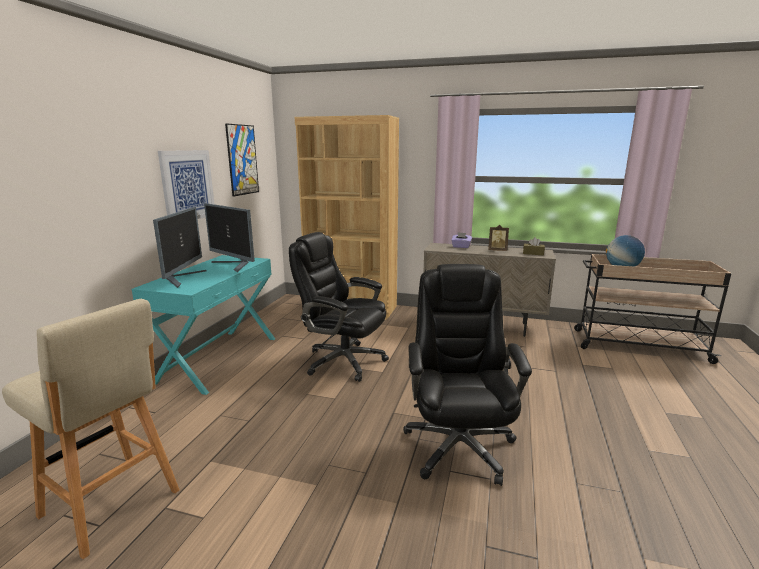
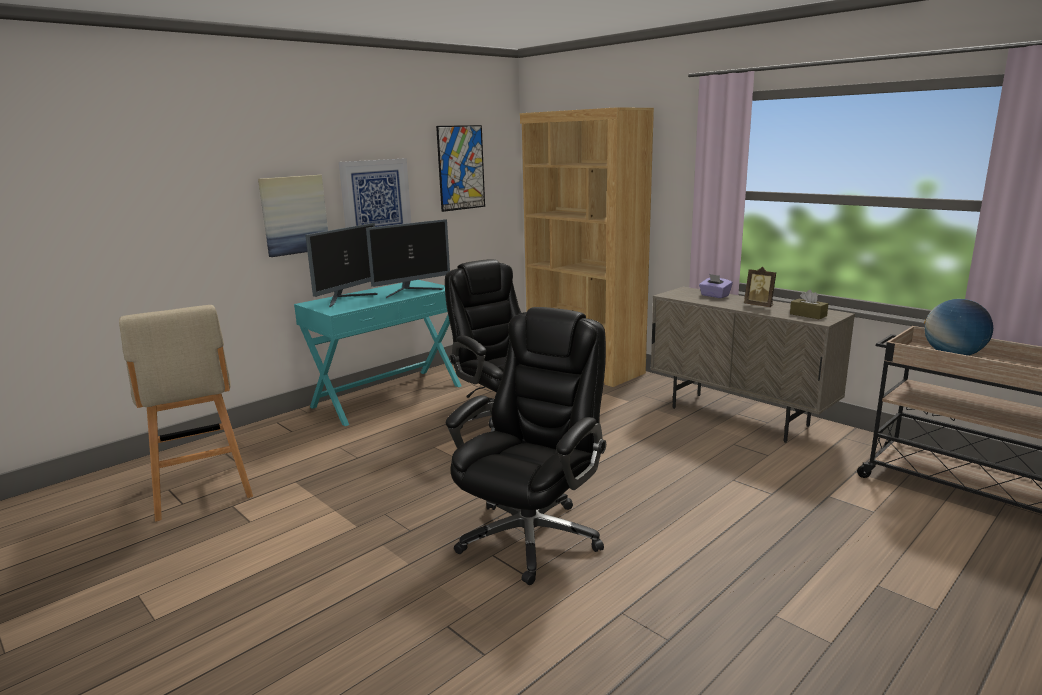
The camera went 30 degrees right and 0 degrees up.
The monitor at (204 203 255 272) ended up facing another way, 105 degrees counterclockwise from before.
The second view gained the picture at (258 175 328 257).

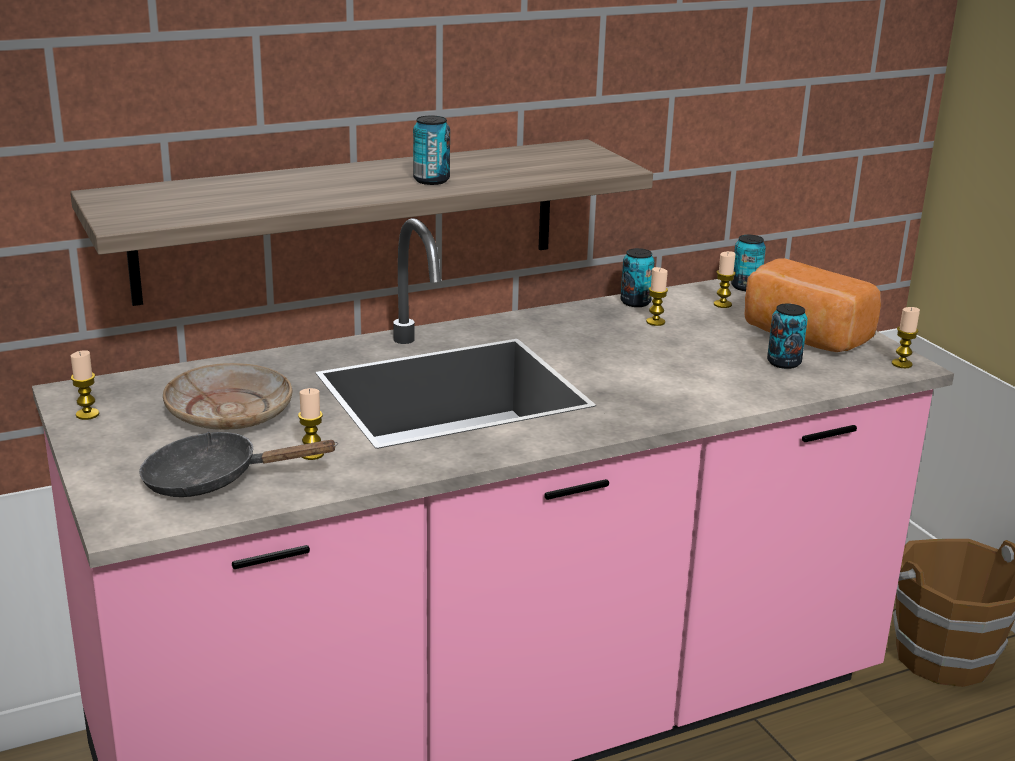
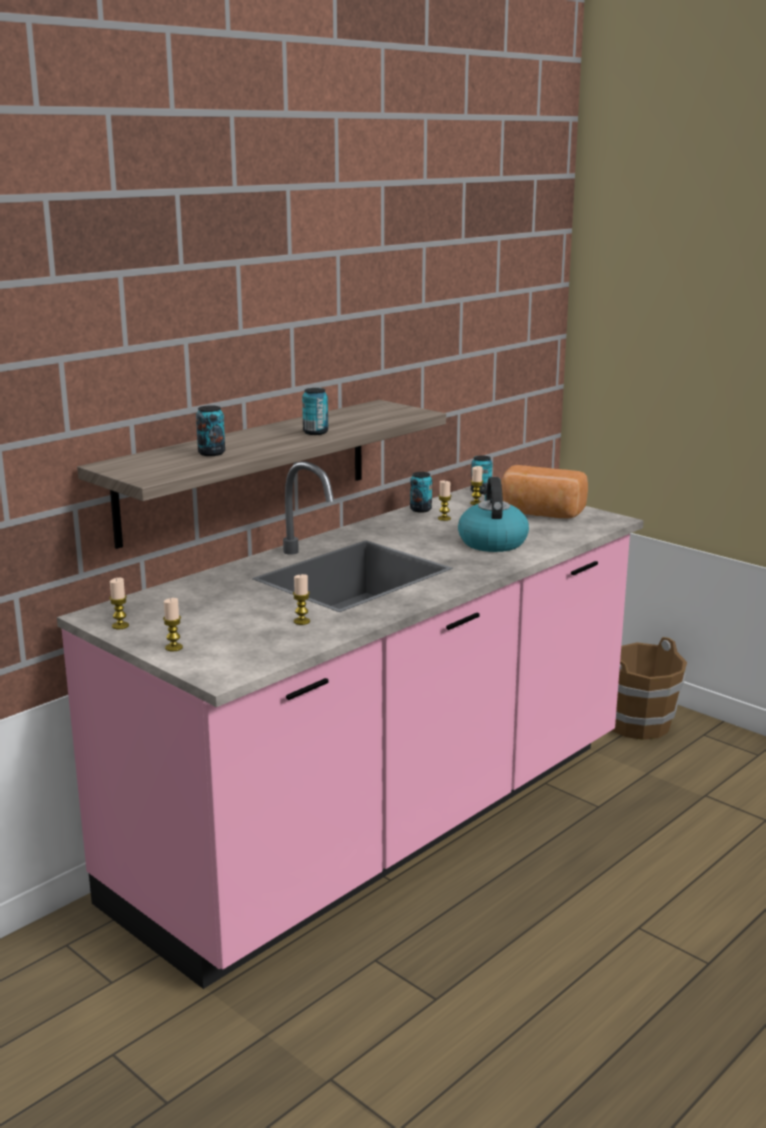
The camera went 20 degrees left and 5 degrees down.
The can ended up elsewhere, having gone from (767 304 808 369) to (196 406 225 456).
The candle ended up elsewhere, having gone from (892 307 920 368) to (163 598 183 652).
The second view lost the beige plate at (163 363 292 430).
The second view lost the black frying pan at (139 432 338 497).
The second view gained the kettle at (458 477 529 552).

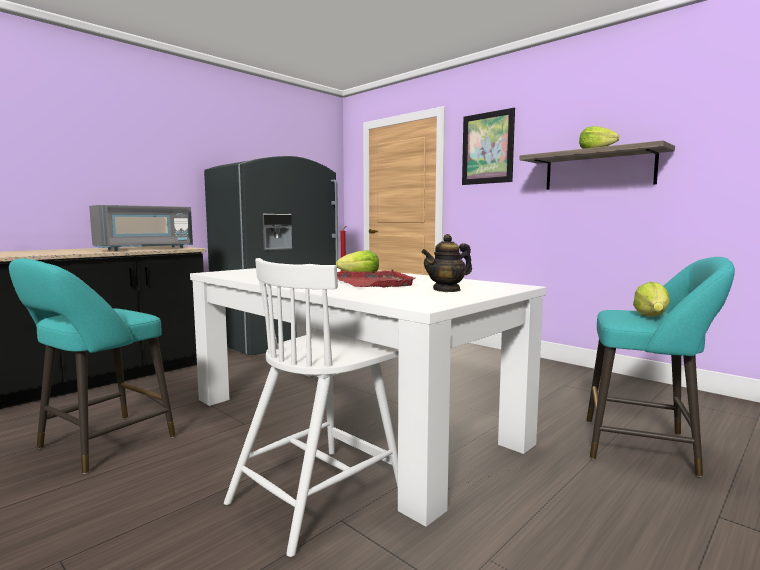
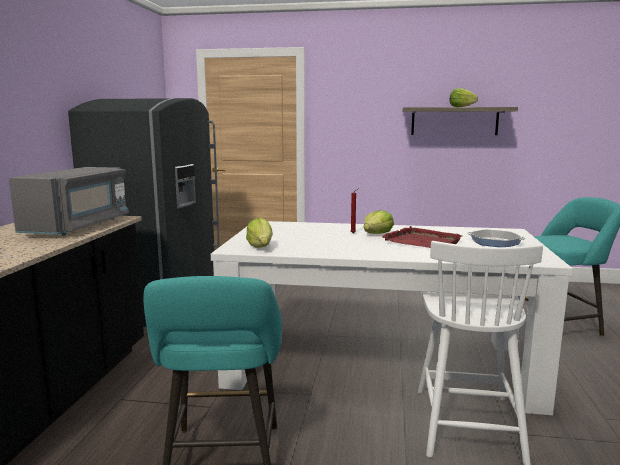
The camera went 35 degrees left and 5 degrees up.
The second view lost the picture at (462 108 515 185).
Where the teapot stood at (422 234 472 292), the frying pan came to stand at (467 230 526 247).
The lettuce ended up elsewhere, having gone from (633 282 670 316) to (246 218 273 248).

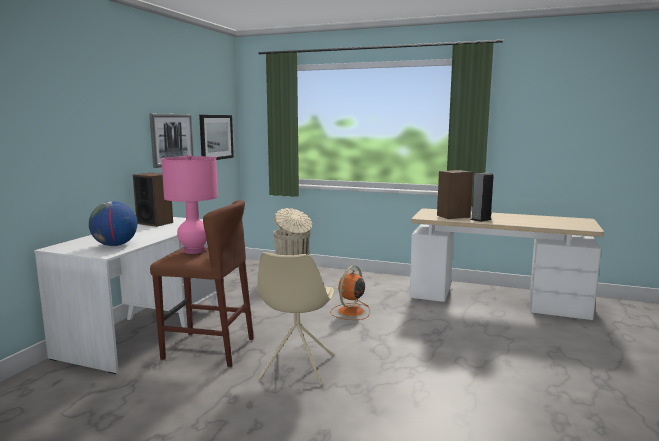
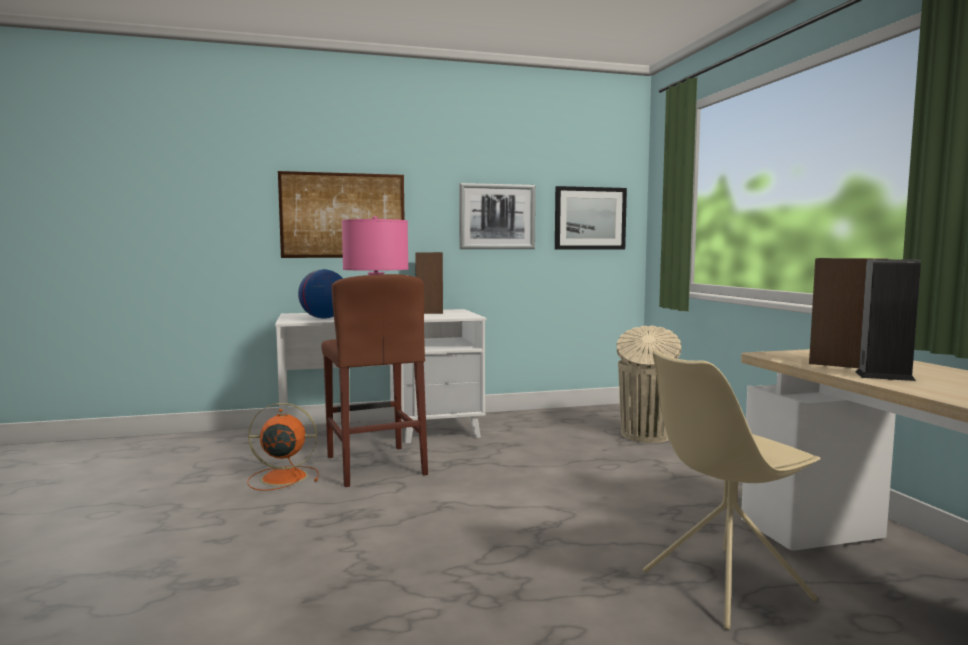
The camera went 55 degrees right and 5 degrees down.
The beige chair ended up elsewhere, having gone from (257 252 334 386) to (643 350 820 630).
The orange fan ended up elsewhere, having gone from (330 266 370 320) to (247 403 319 491).
The second view gained the picture at (278 171 405 258).

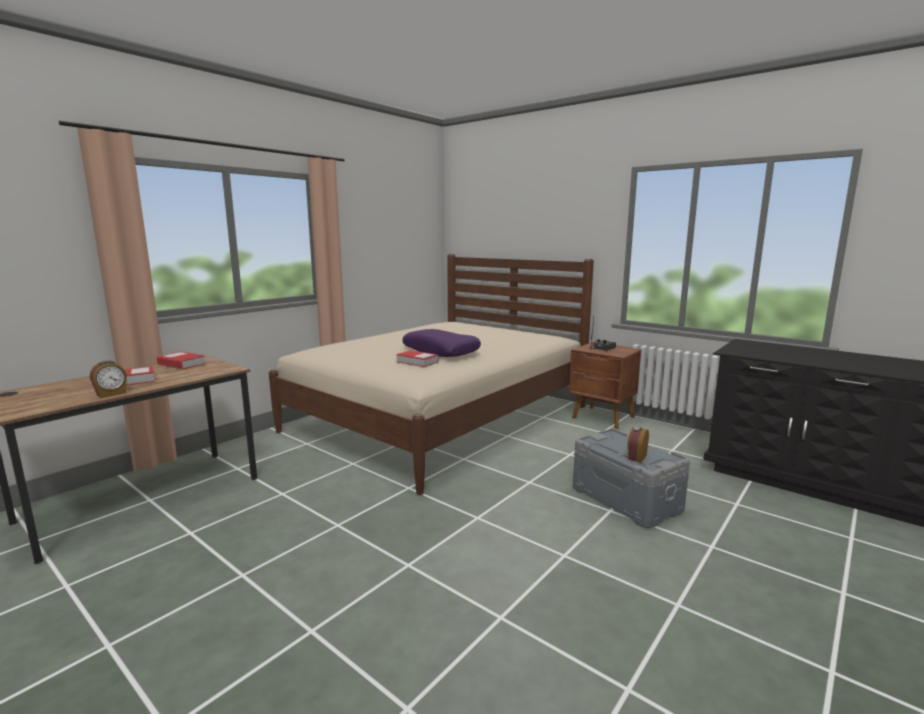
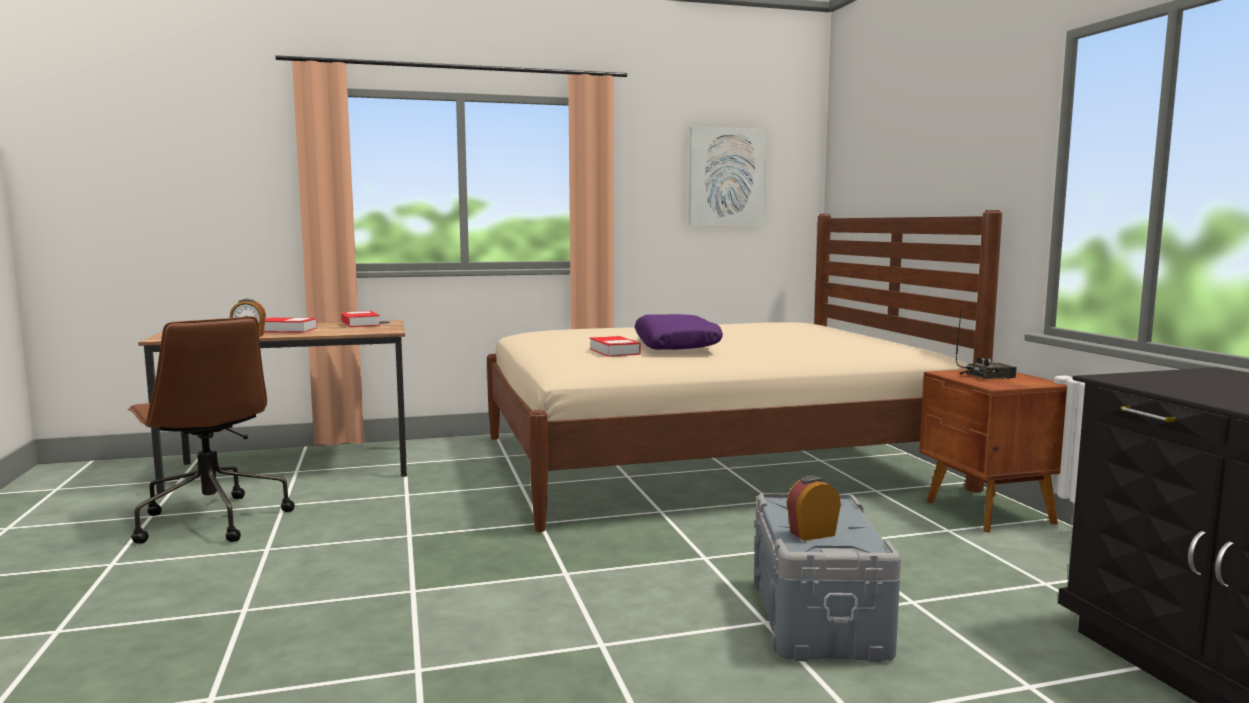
The camera went 35 degrees right and 5 degrees down.
The second view gained the picture at (689 127 766 225).
The second view gained the brown office chair at (128 316 295 544).

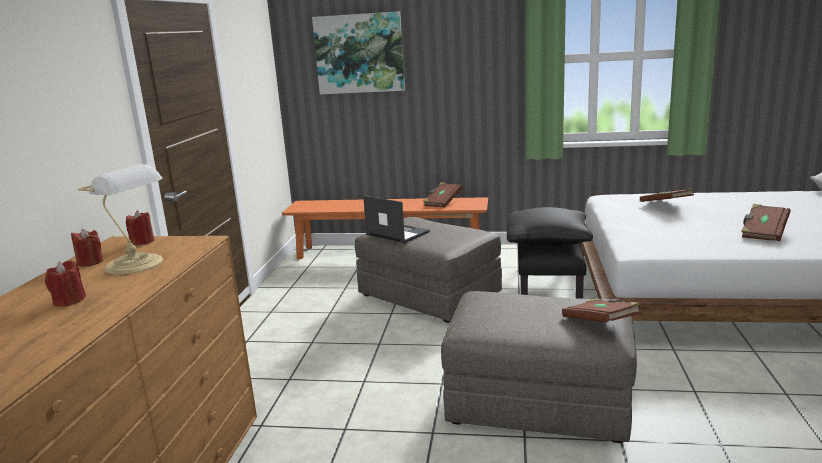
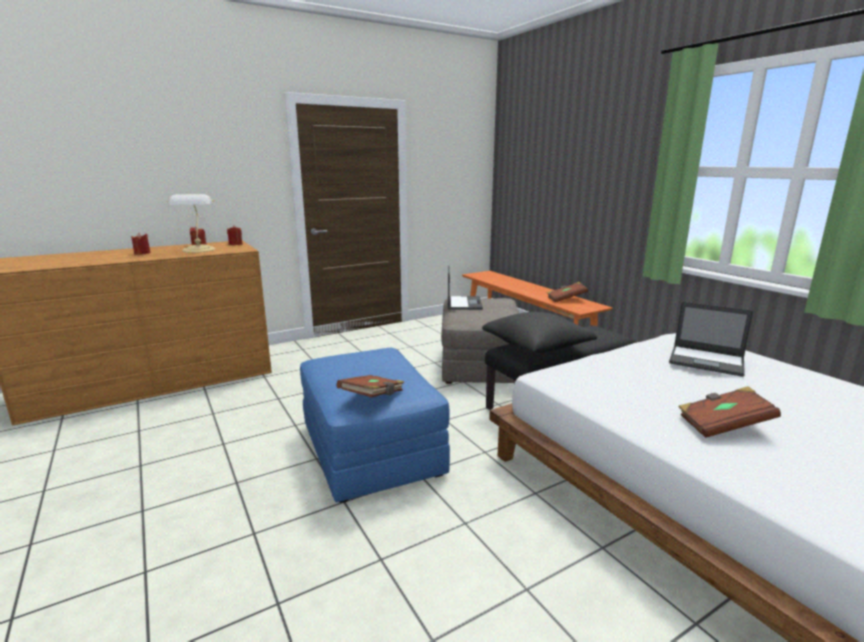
The camera went 50 degrees right and 0 degrees up.
The second view lost the picture at (312 11 405 94).
Where the brown book stood at (640 188 694 202), the laptop came to stand at (669 301 754 377).
What was the grey ottoman at (441 291 637 443) turned into the blue ottoman at (300 348 450 503).

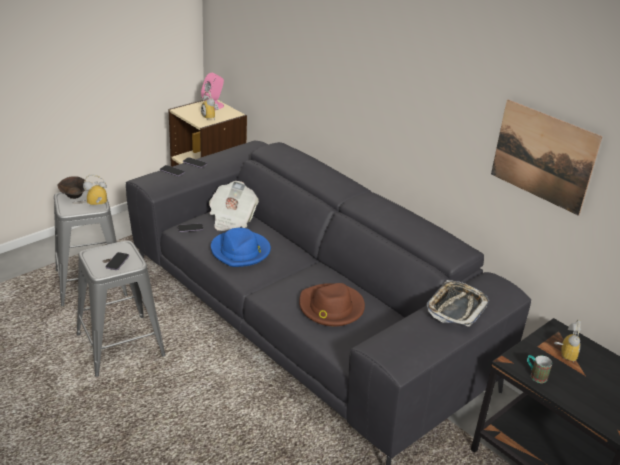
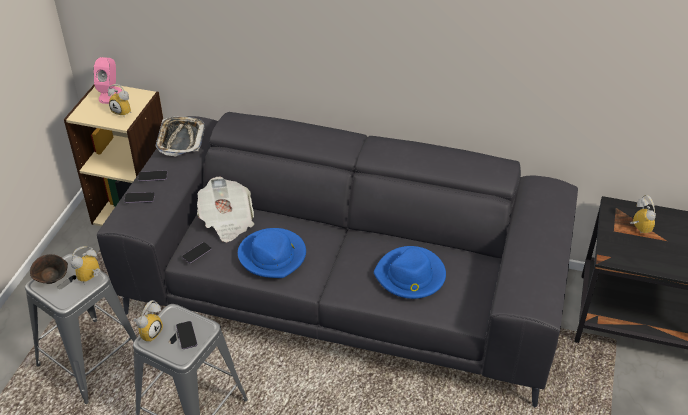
The camera went 30 degrees left and 10 degrees up.
The second view lost the picture at (491 100 602 216).
The tray ended up elsewhere, having gone from (427 280 489 327) to (156 116 205 157).
What was the brown hat at (299 283 365 326) turned into the blue hat at (374 246 446 299).
The second view lost the mug at (527 355 552 383).
The second view gained the alarm clock at (133 300 163 342).

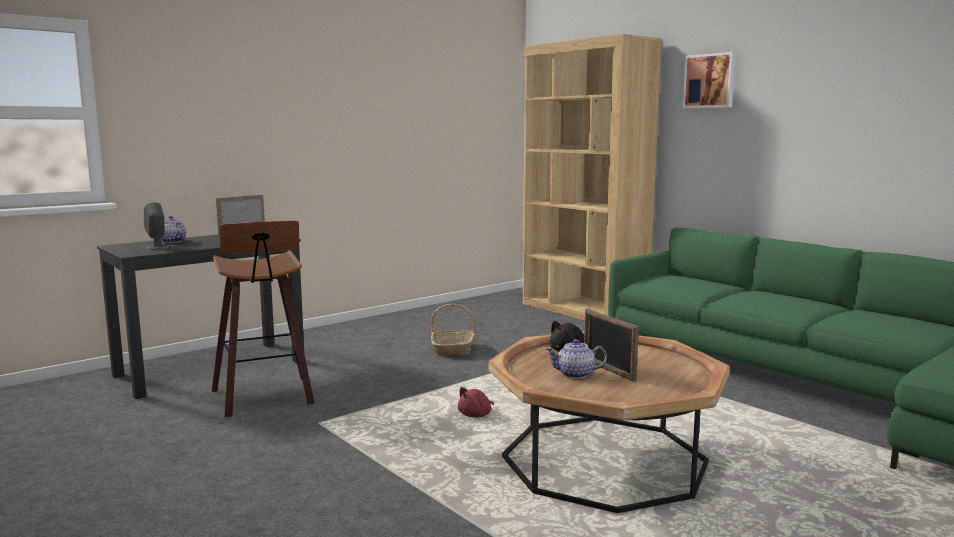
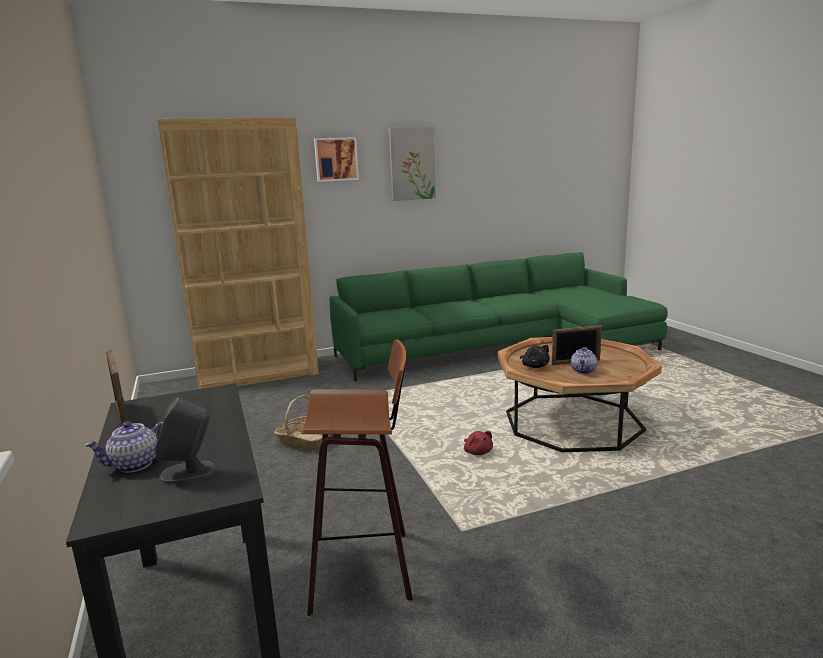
The camera went 70 degrees left and 5 degrees up.
The second view gained the picture at (389 127 436 201).

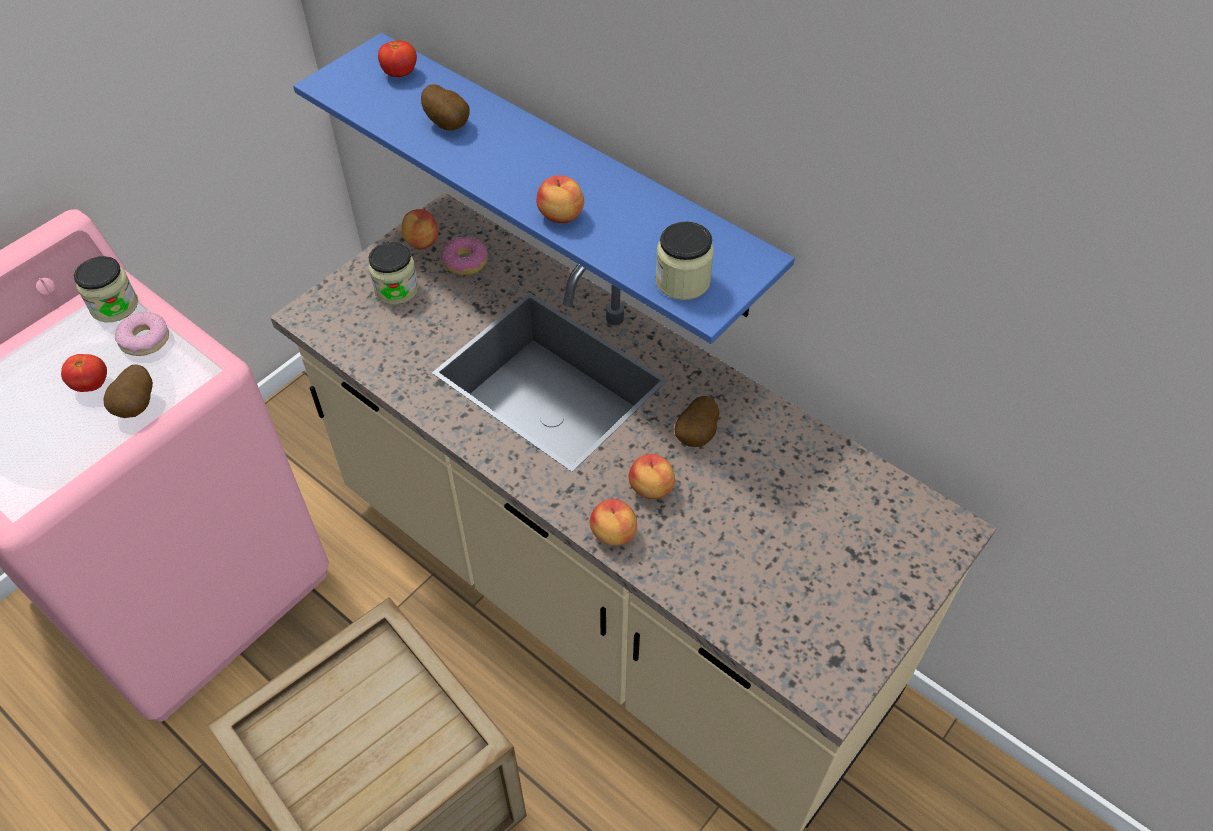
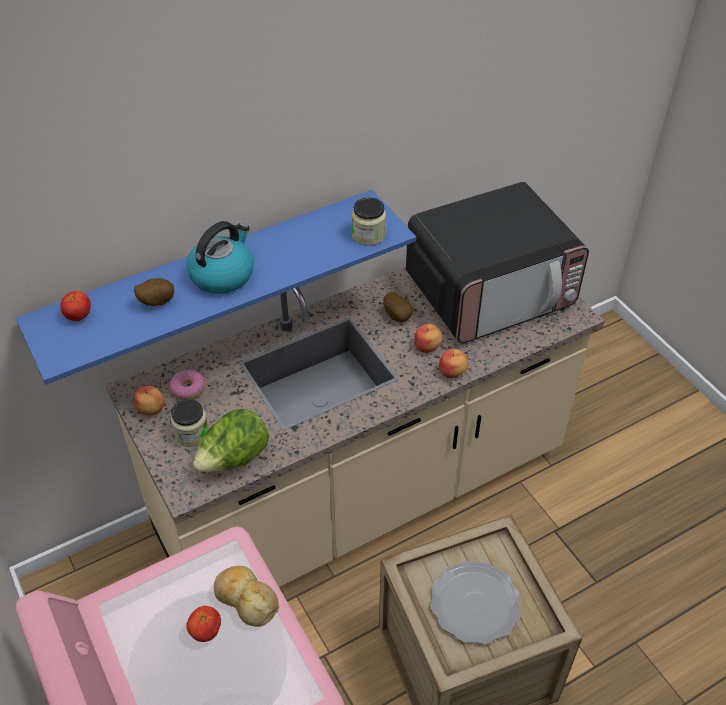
The camera went 70 degrees left and 5 degrees down.
The second view lost the apple at (536 175 584 223).
The second view lost the jar at (74 256 138 322).
The second view lost the donut at (115 311 169 356).
Where the potato stood at (104 364 153 418), the bread came to stand at (214 566 279 627).
The second view gained the microwave at (406 182 589 343).
The second view gained the kettle at (186 221 254 294).
The second view gained the lettuce at (193 409 269 472).
The second view gained the plate at (431 561 521 644).

